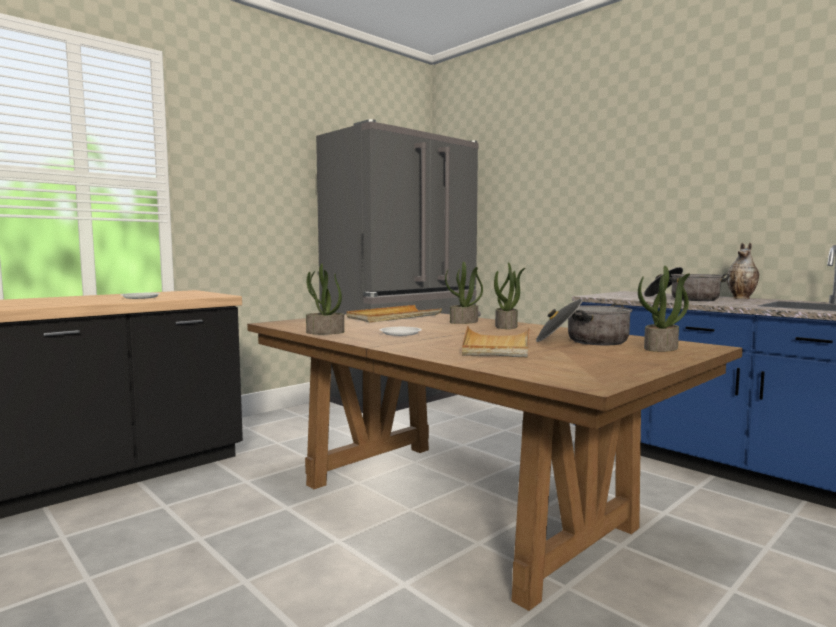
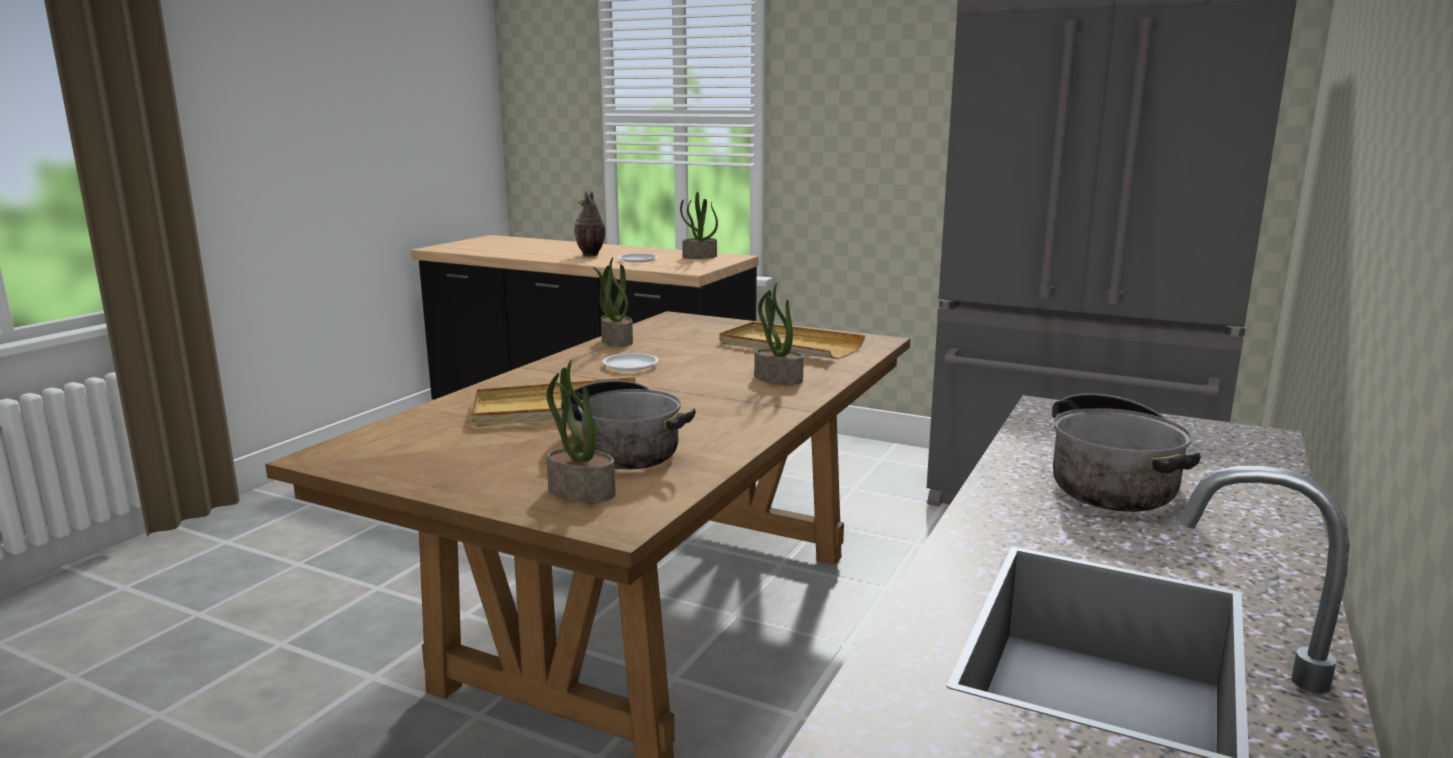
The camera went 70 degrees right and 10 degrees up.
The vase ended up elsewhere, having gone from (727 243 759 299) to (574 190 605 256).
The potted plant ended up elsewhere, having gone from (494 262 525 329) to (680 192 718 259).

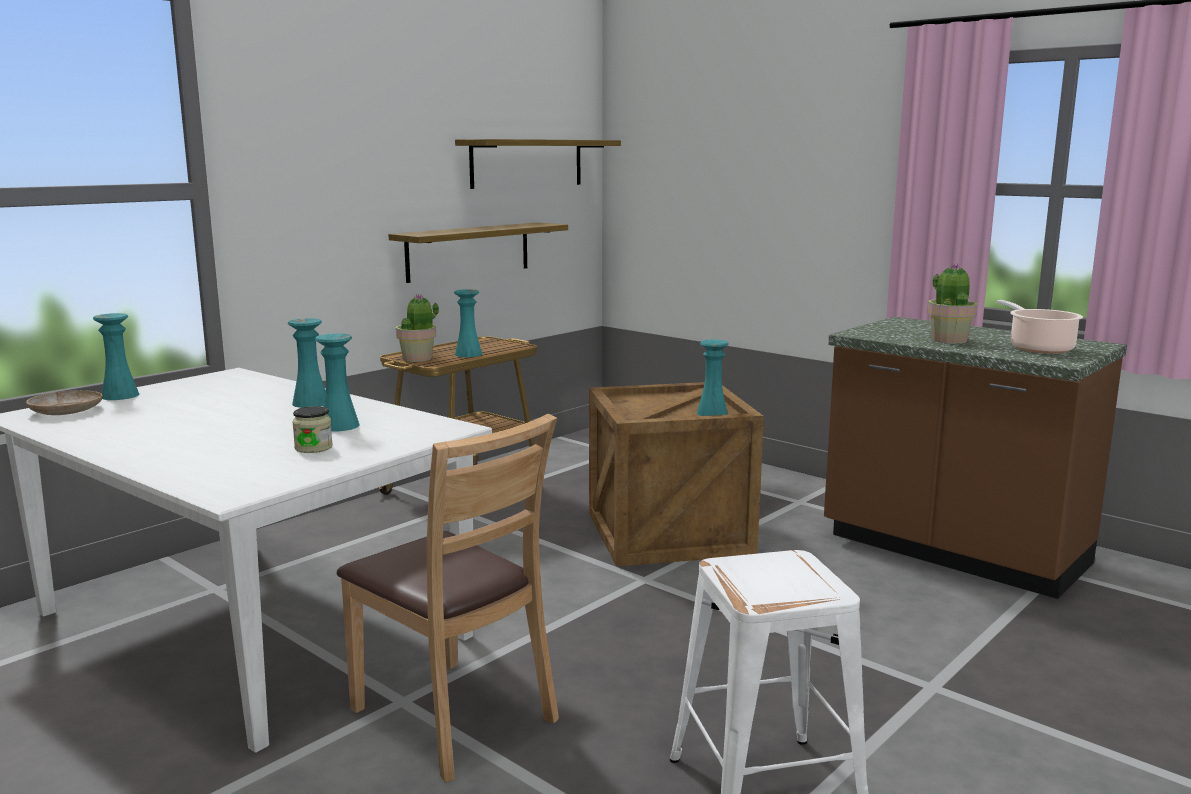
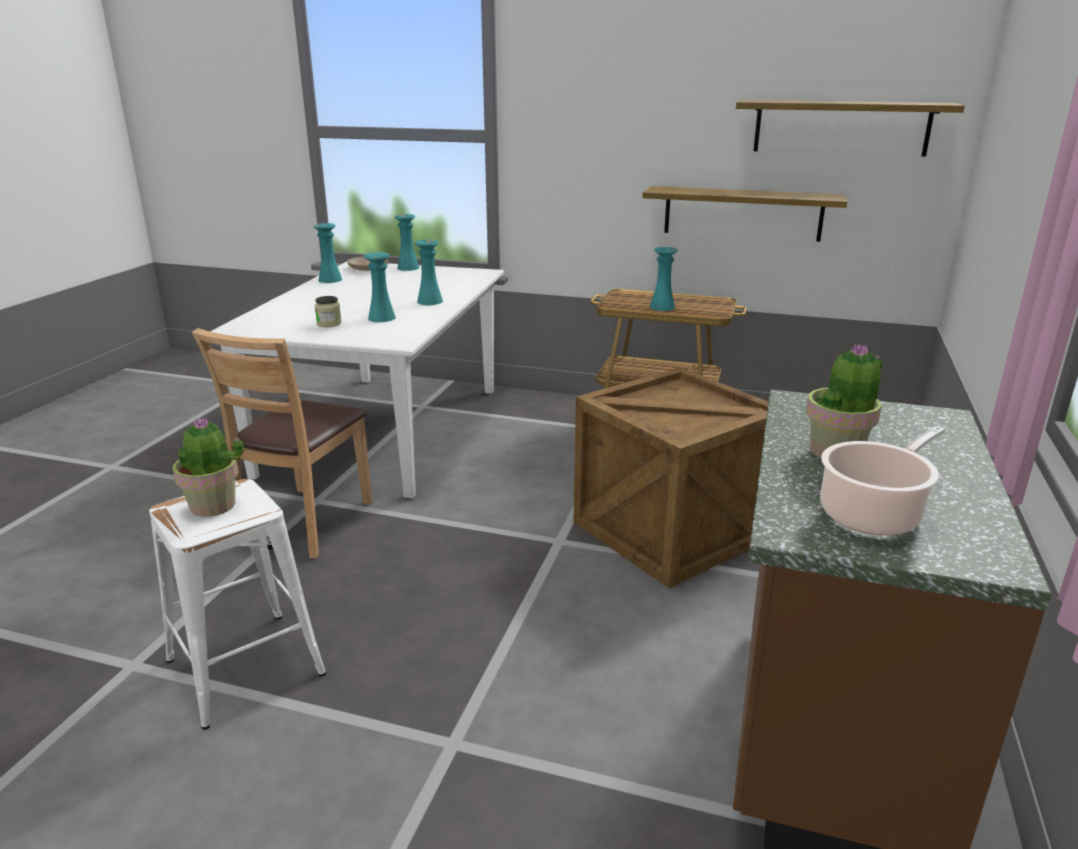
The camera went 65 degrees right and 10 degrees up.
The potted plant ended up elsewhere, having gone from (396 294 439 362) to (173 417 244 517).
The turquoise vase ended up elsewhere, having gone from (697 340 729 416) to (314 223 342 283).

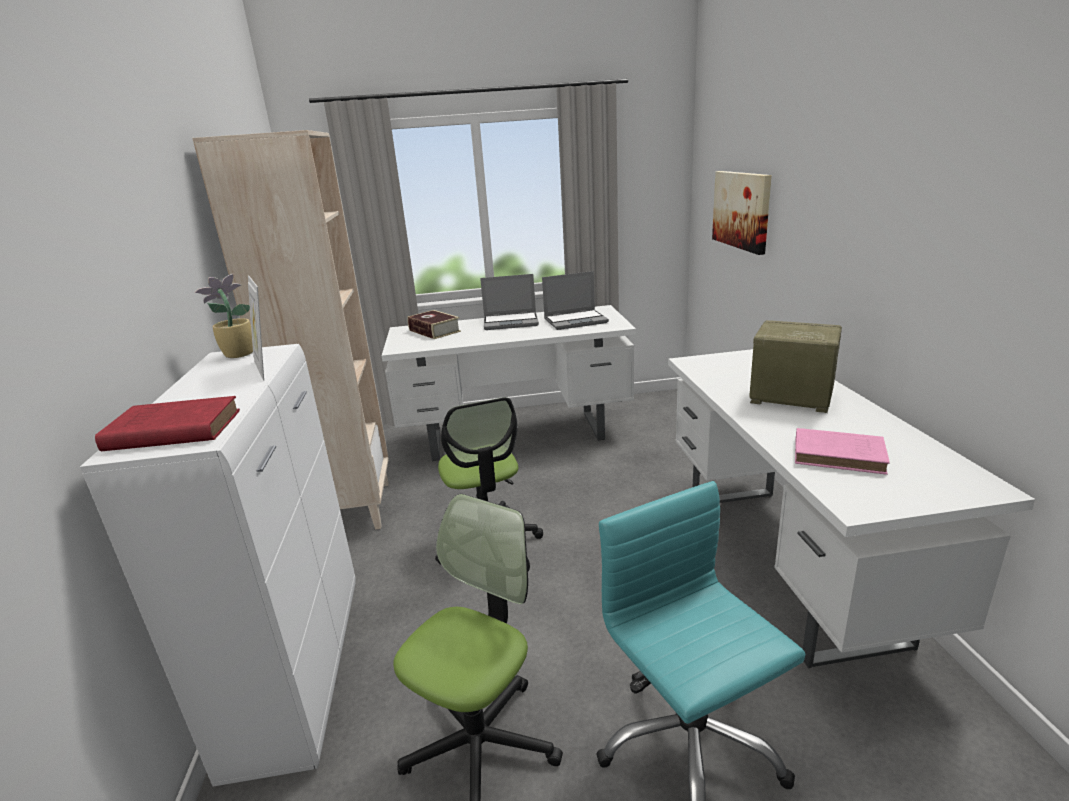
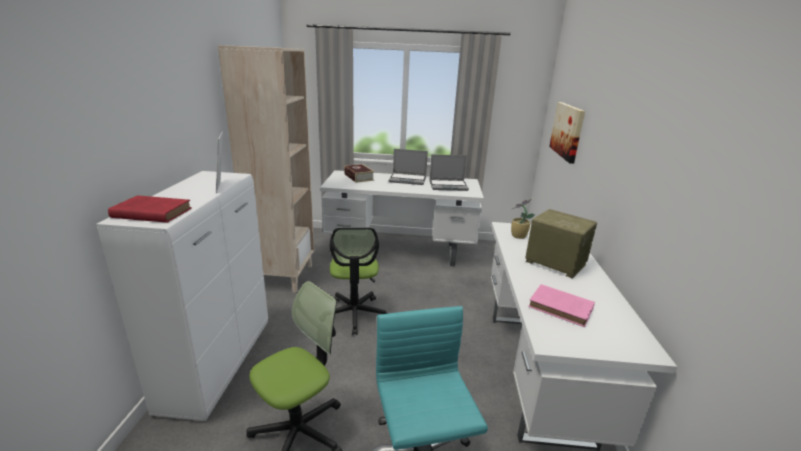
The camera went 10 degrees right and 0 degrees up.
The potted plant ended up elsewhere, having gone from (194 274 253 358) to (511 198 535 239).

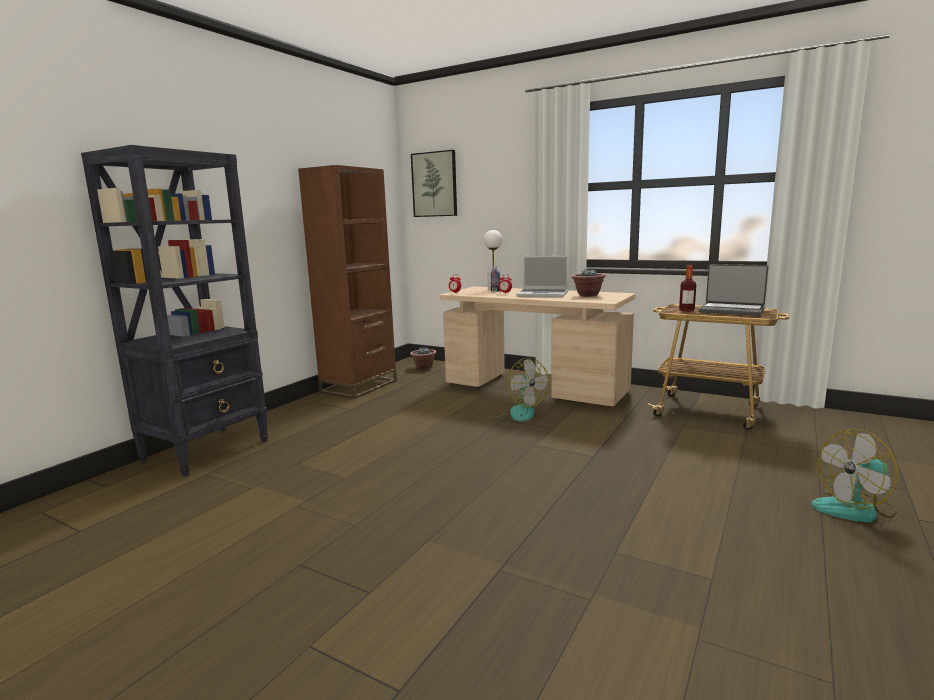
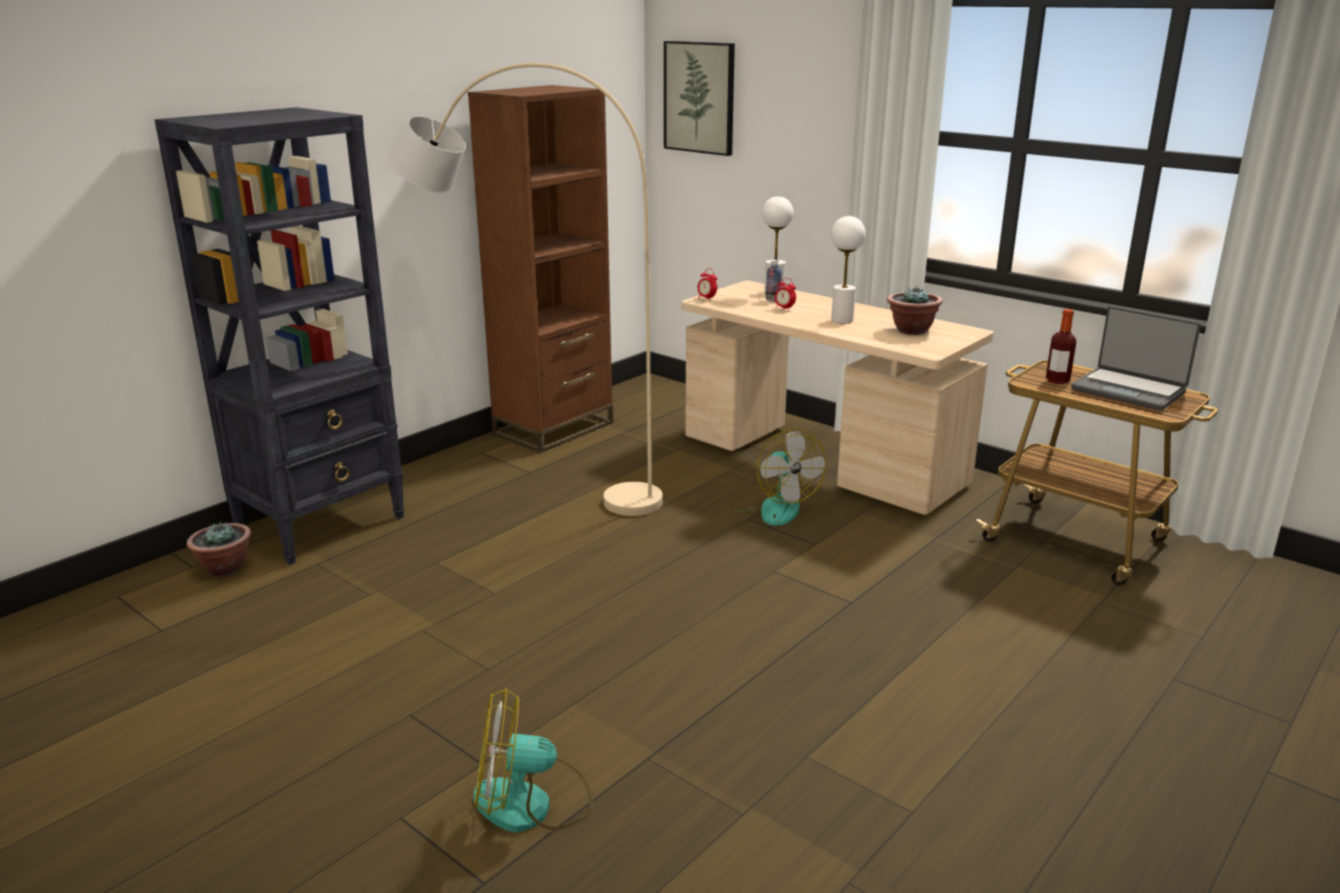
The camera went 10 degrees right and 10 degrees up.
Where the laptop stood at (517 255 569 298), the white table lamp came to stand at (831 216 866 323).
The potted plant ended up elsewhere, having gone from (410 346 436 370) to (187 522 251 577).
The fan ended up elsewhere, having gone from (811 429 898 522) to (473 688 593 833).
The second view gained the beige floor lamp at (388 63 663 516).

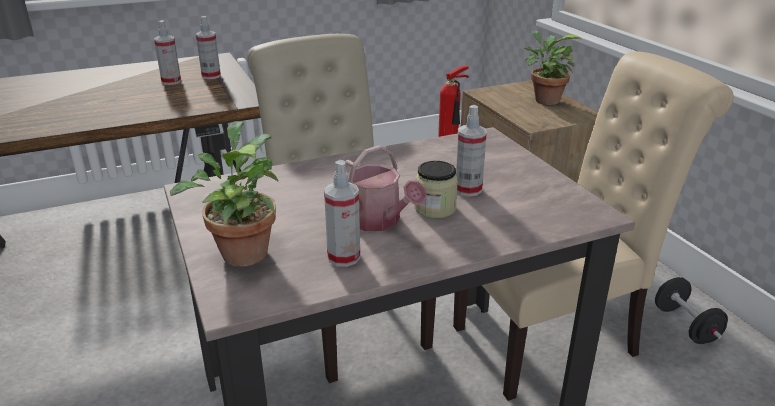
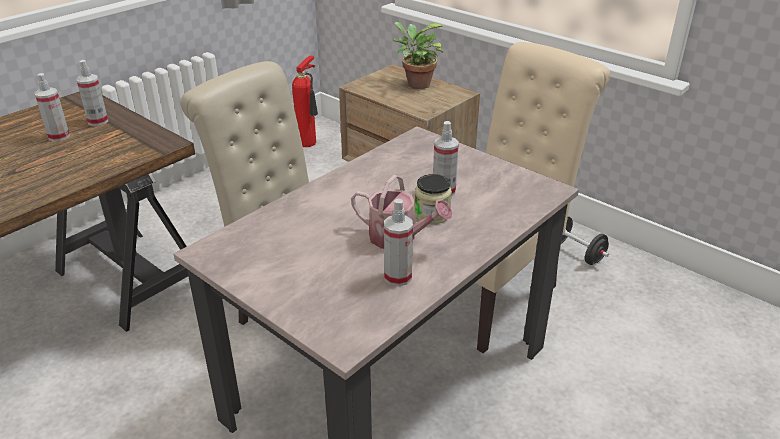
The camera went 25 degrees left and 5 degrees up.
The second view lost the potted plant at (170 121 279 267).

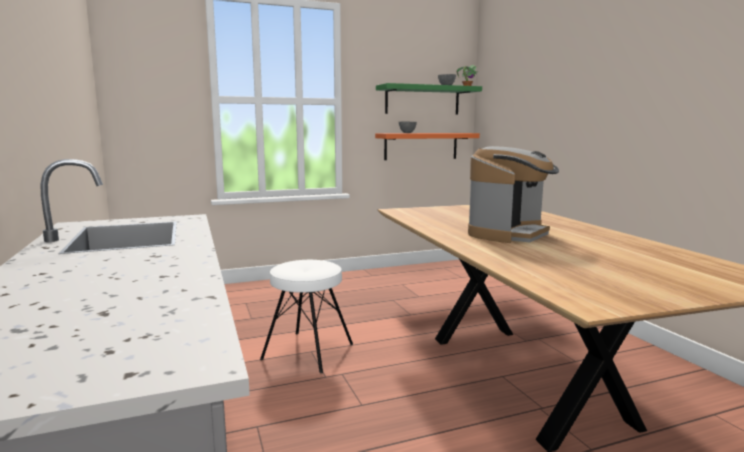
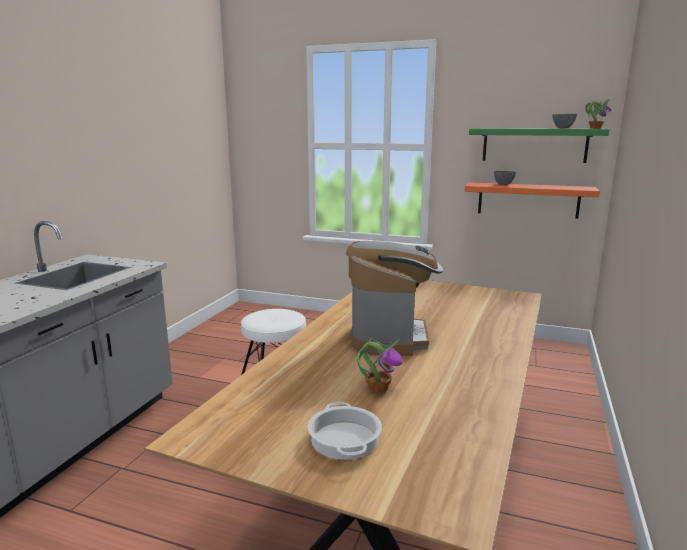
The camera went 40 degrees right and 5 degrees up.
The coffee machine at (468 146 559 243) ended up facing another way, 75 degrees counterclockwise from before.
The second view gained the potted plant at (357 338 403 393).
The second view gained the cooking pot at (308 402 382 460).

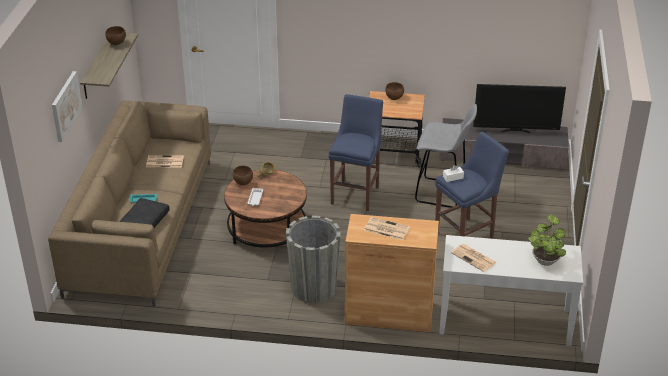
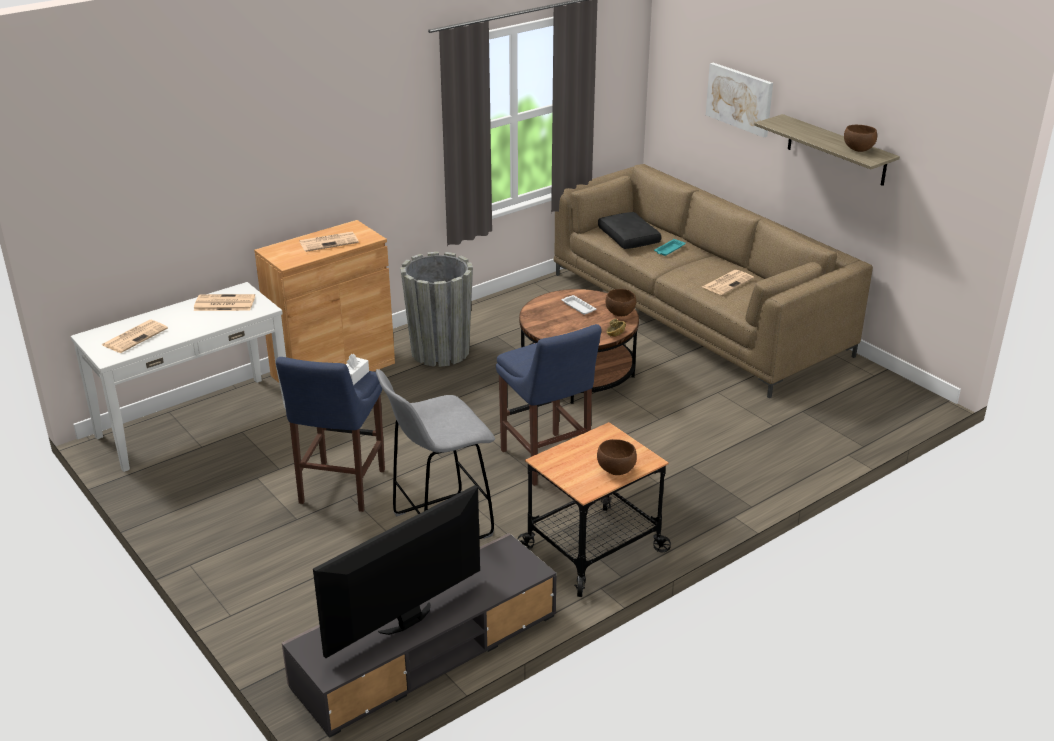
The camera went 135 degrees right and 5 degrees down.
Where the potted plant stood at (528 214 566 266), the newspaper came to stand at (102 320 168 353).

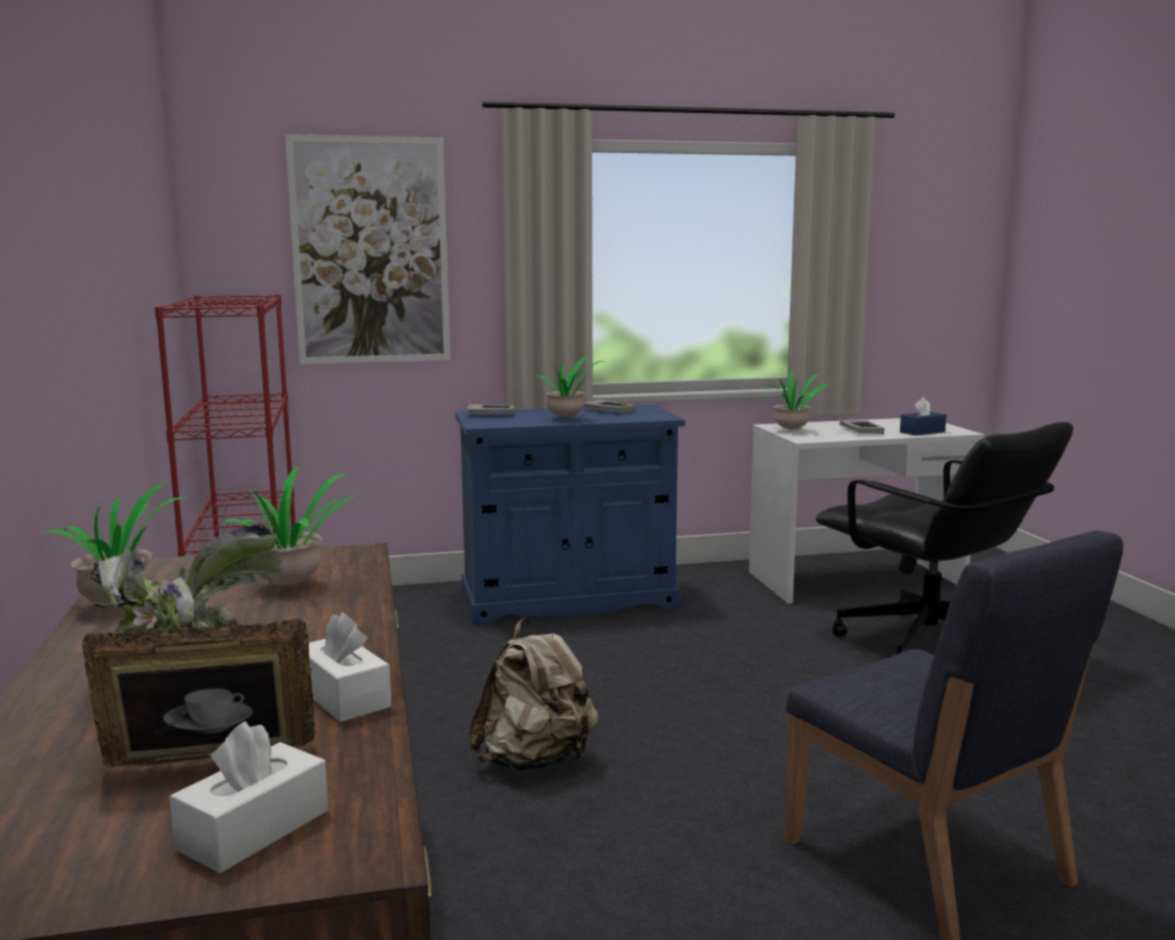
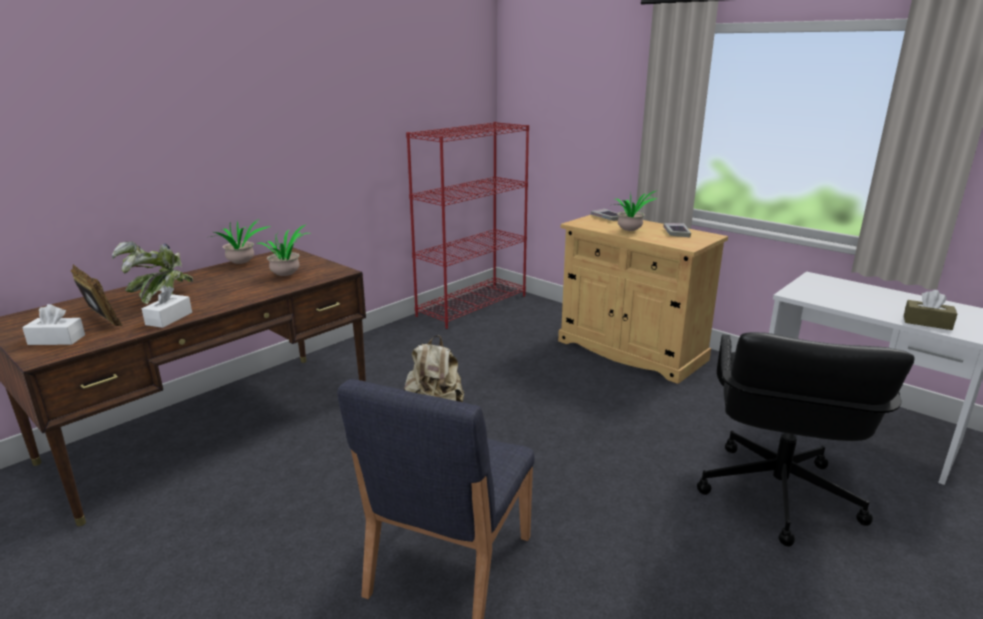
The camera went 55 degrees right and 10 degrees up.
The second view lost the picture at (285 134 450 364).
The second view lost the potted plant at (763 370 834 431).
What was the blue tissue box at (900 397 946 436) turned into the brown tissue box at (904 290 957 330).
What was the blue cabinet at (455 404 685 625) turned into the beige cabinet at (558 215 728 384).
The second view lost the book at (840 419 884 434).

